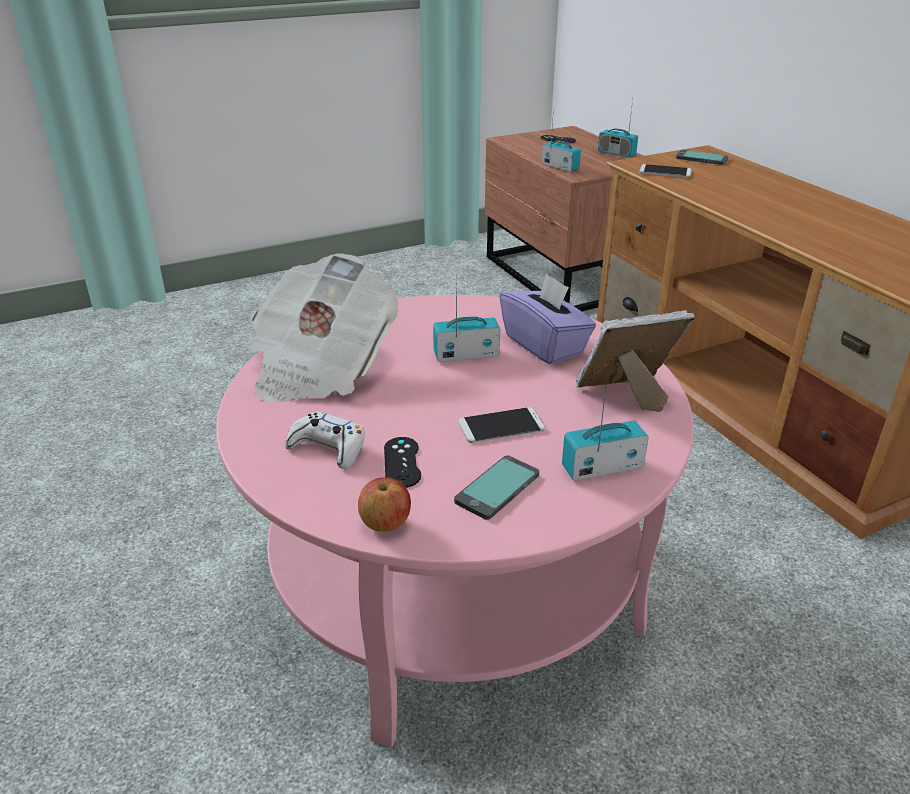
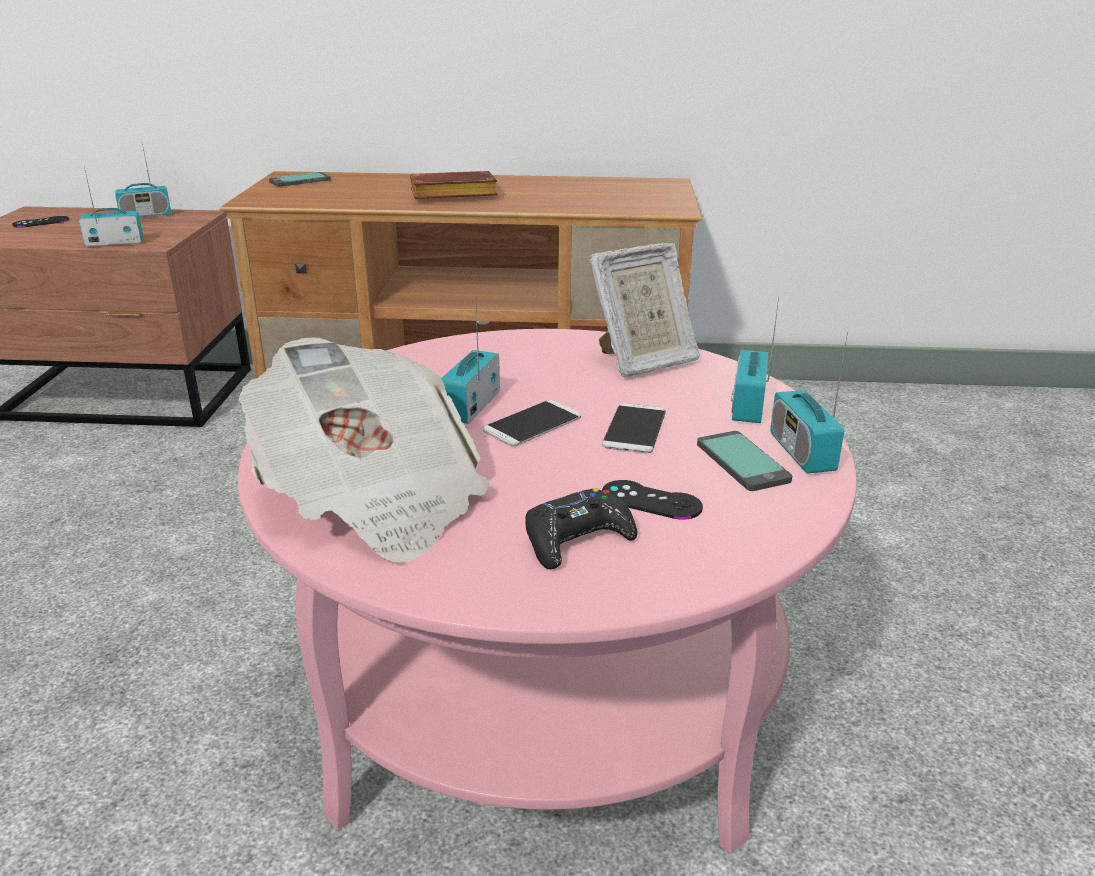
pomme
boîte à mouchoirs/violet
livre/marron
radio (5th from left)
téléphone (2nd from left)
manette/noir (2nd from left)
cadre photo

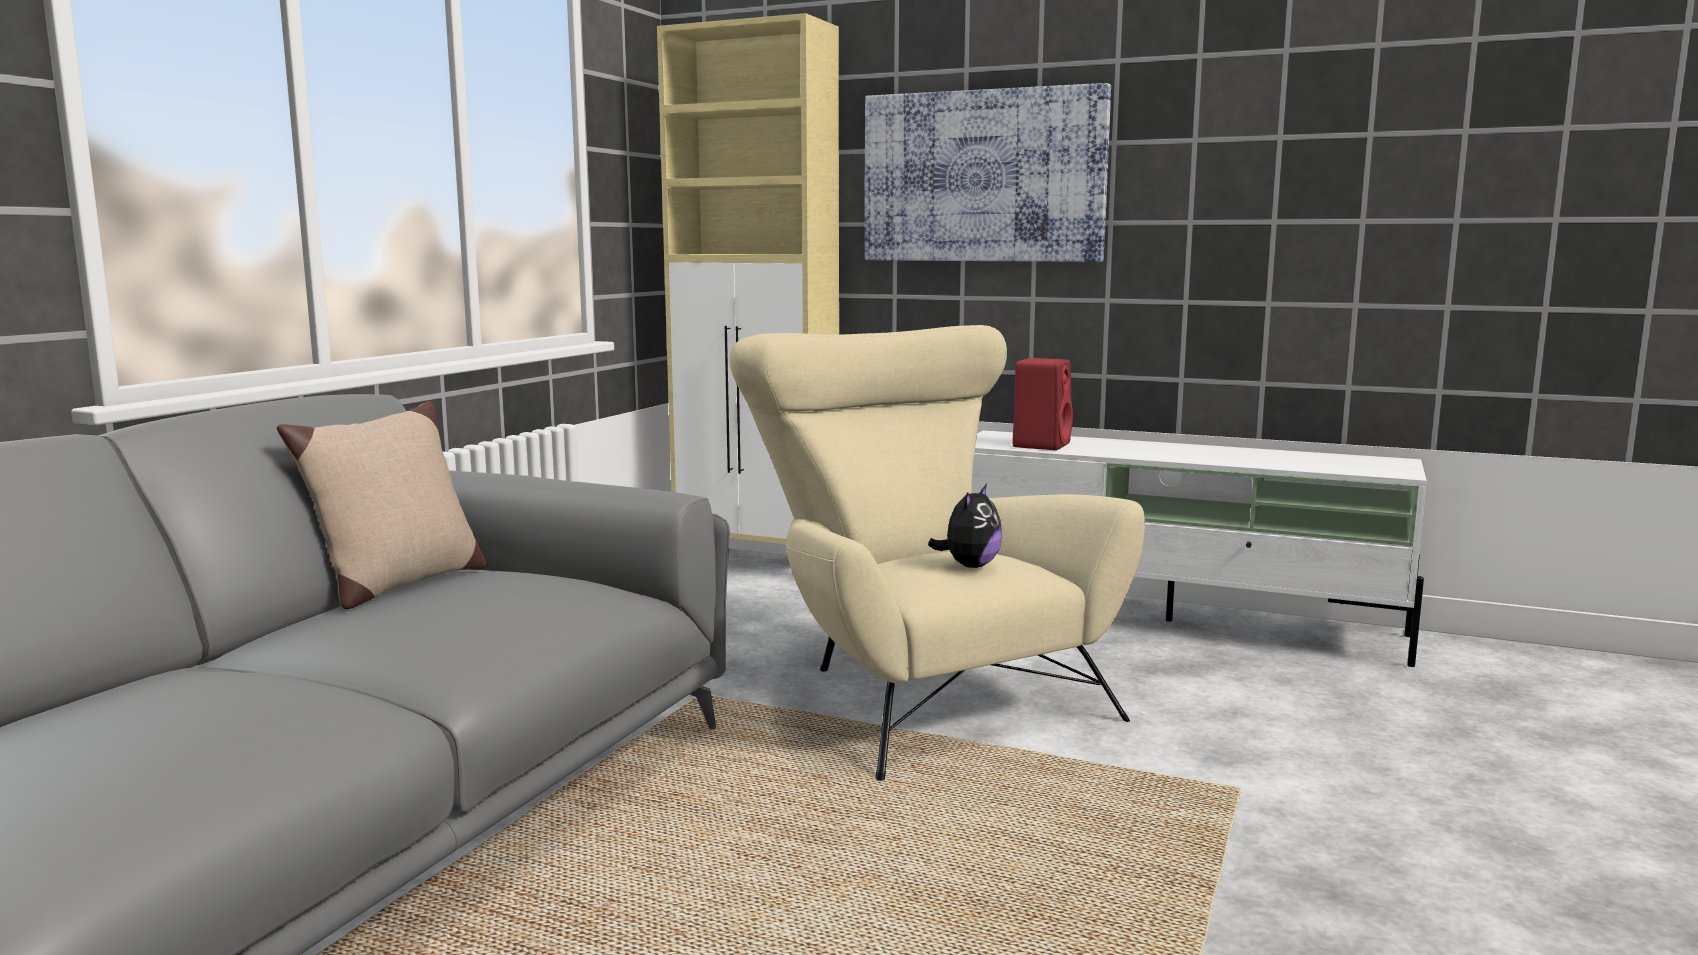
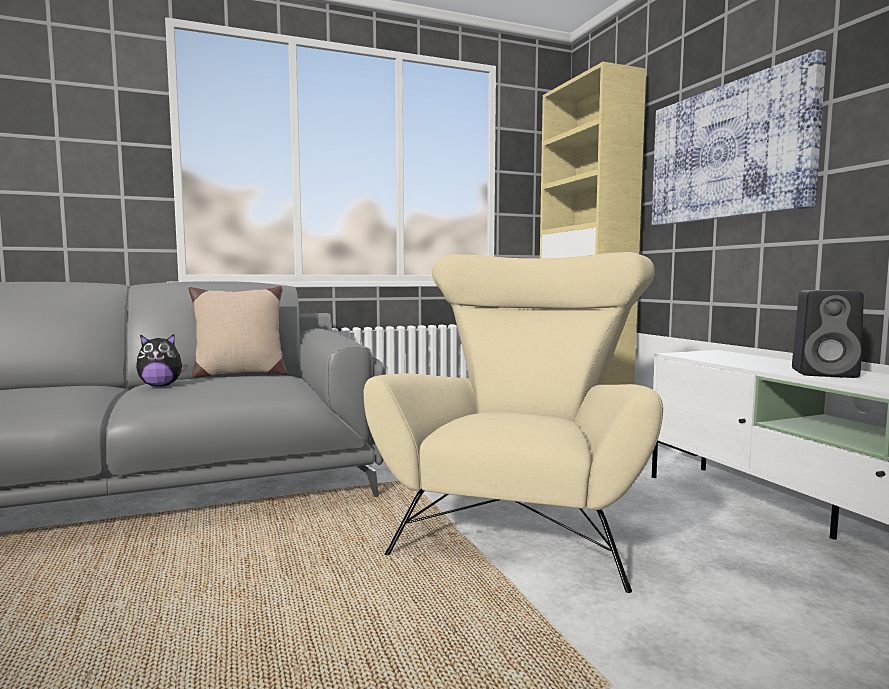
enceinte/rouge
enceinte/noir
peluche

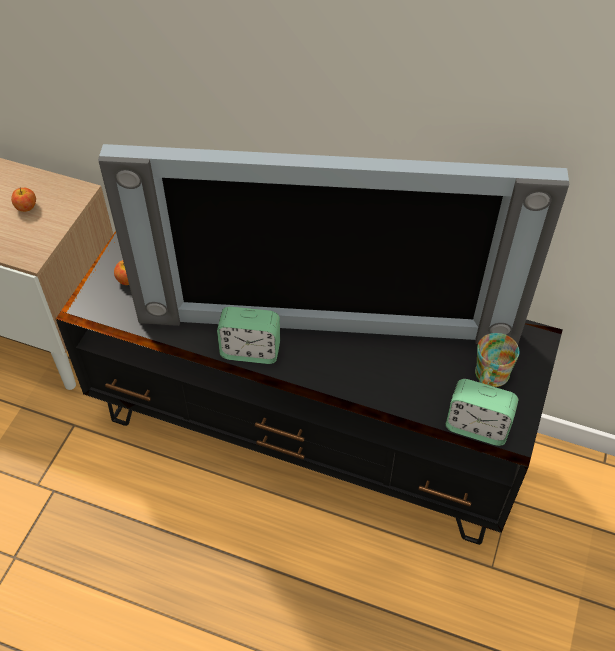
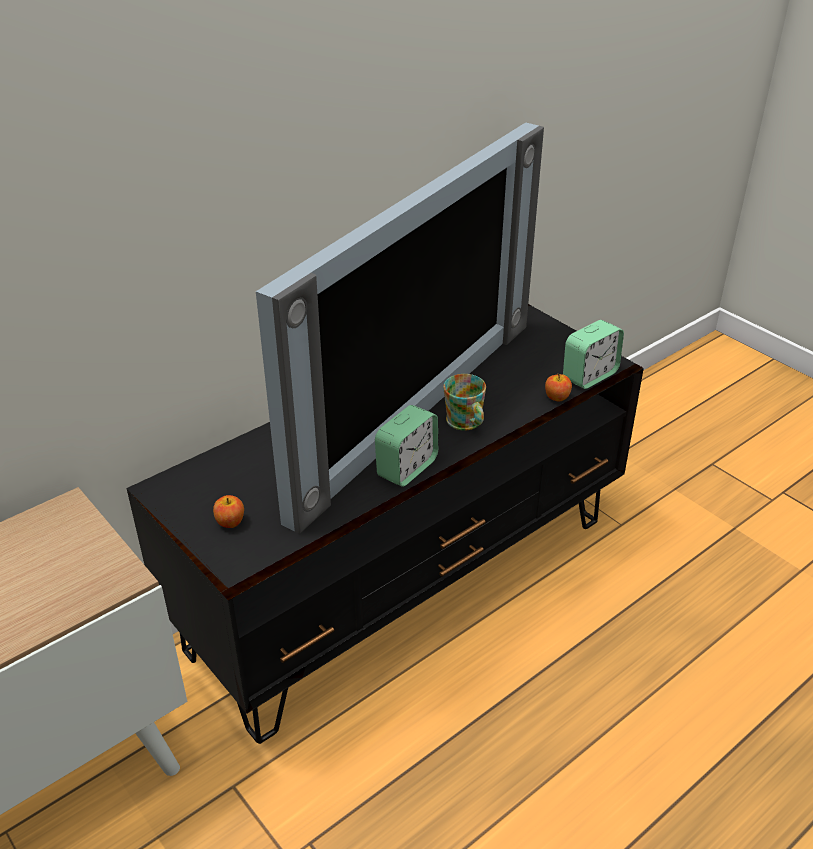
pomme (2nd from left)
mug

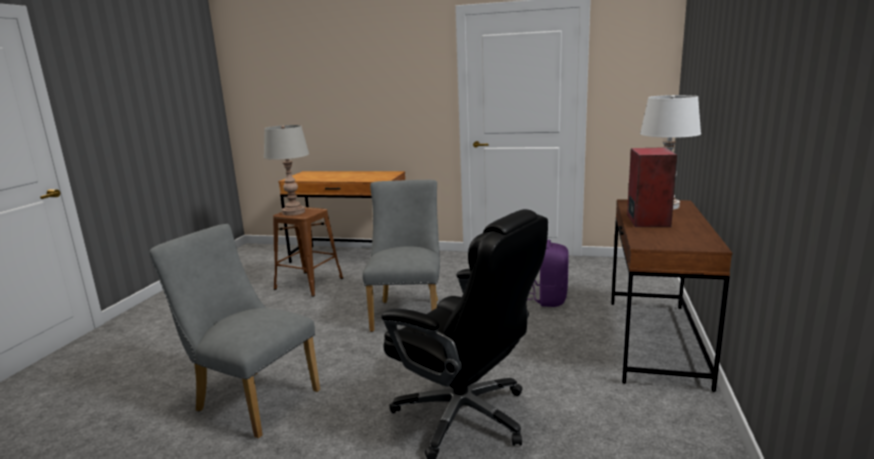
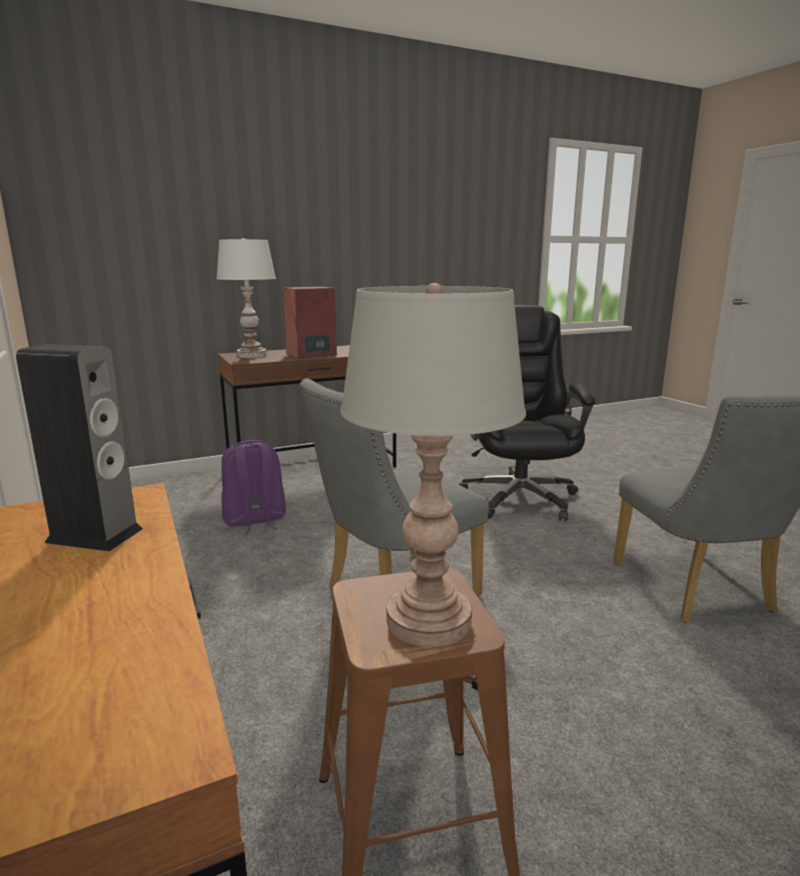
enceinte (1st from left)

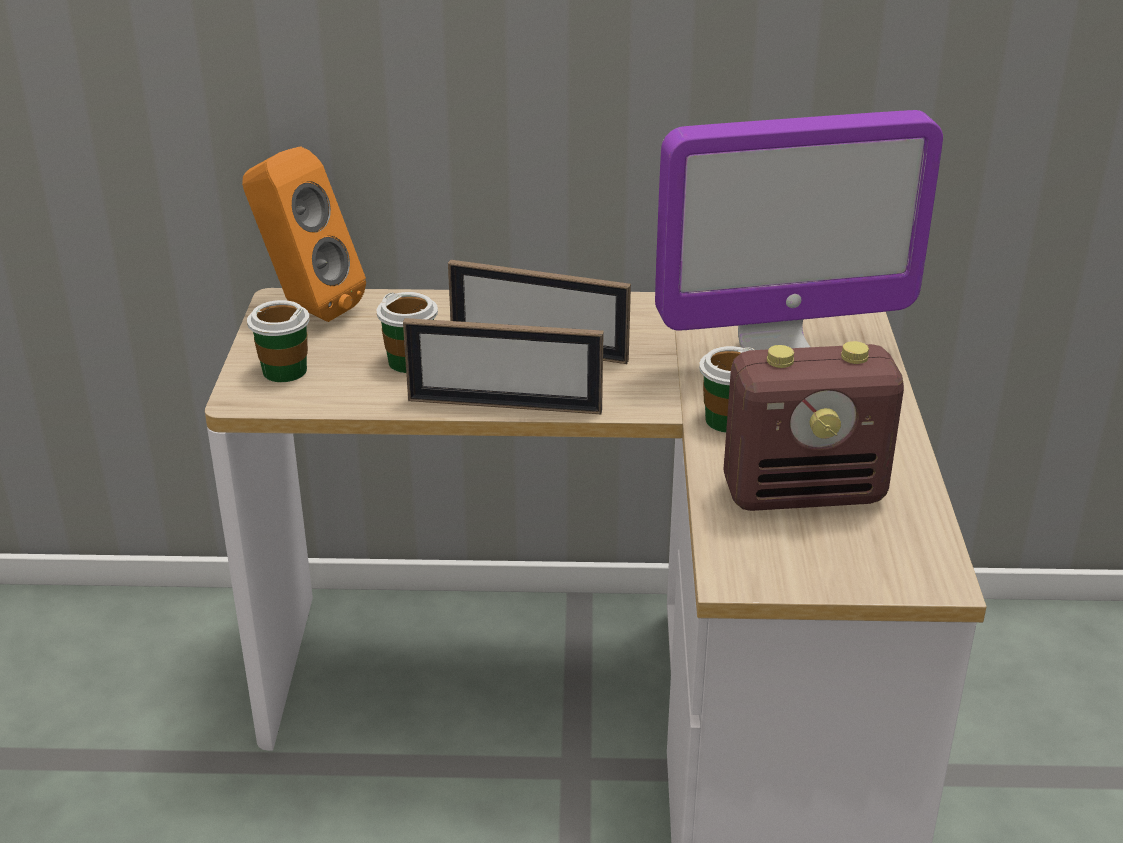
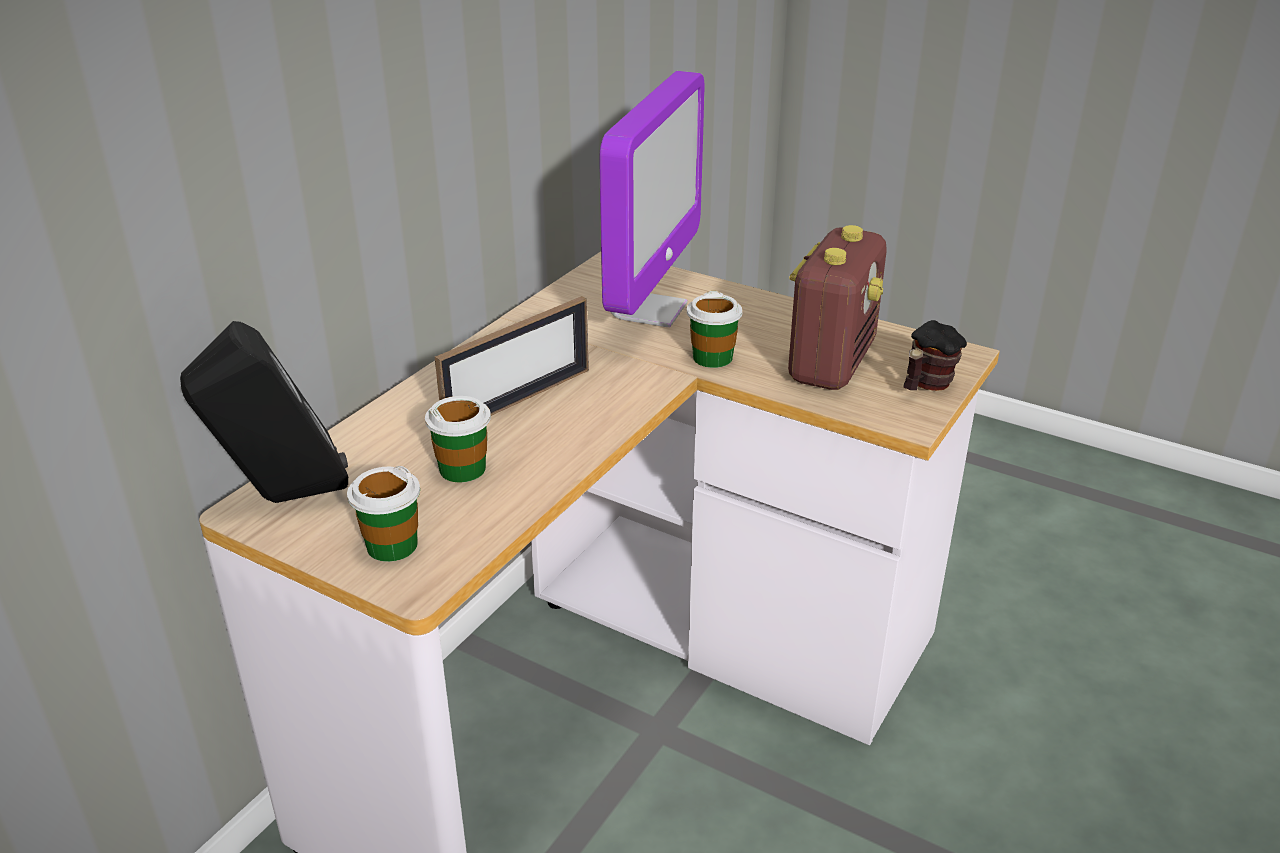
cadre photo (1st from left in the first image)
mug
enceinte/noir

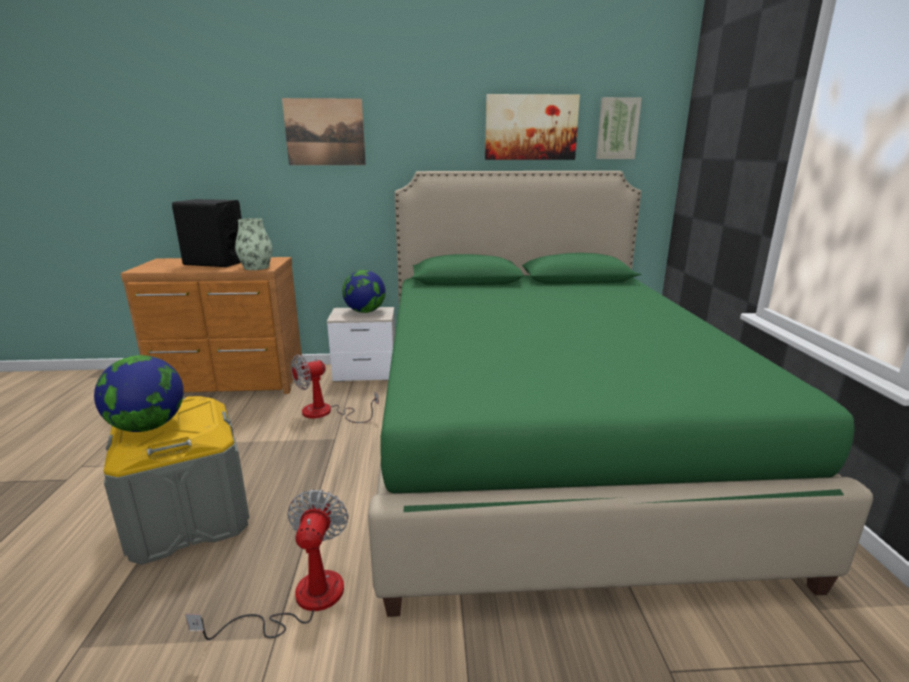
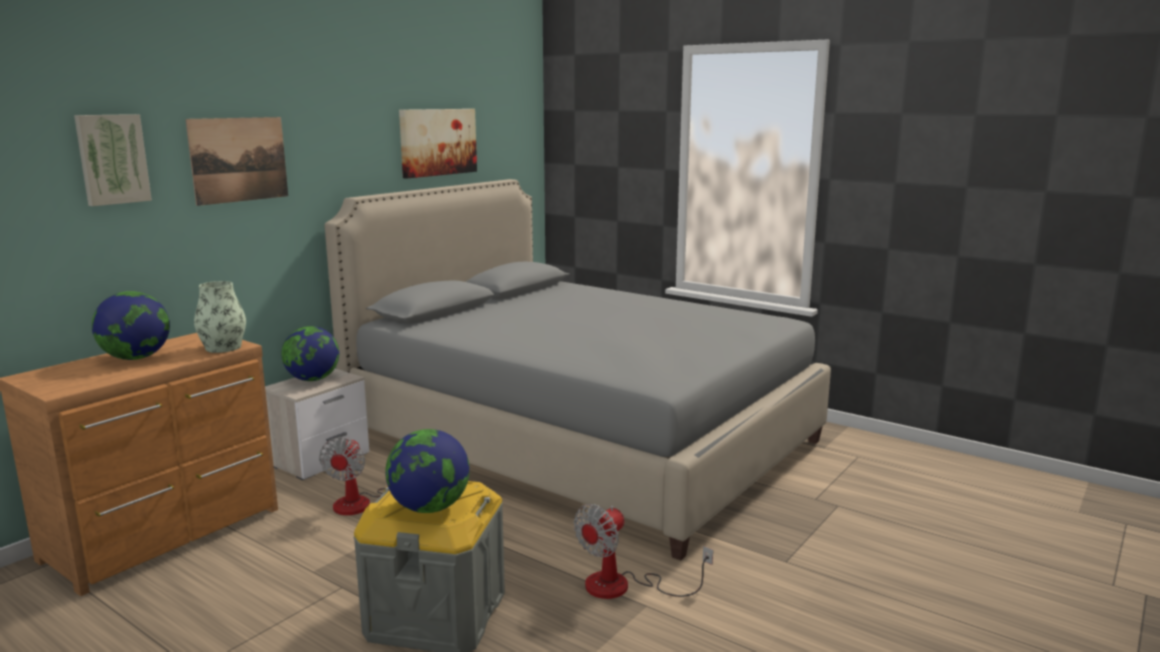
tableau (1st from left)
globe (1st from left)
lit/gris
ventilateur (2nd from left)

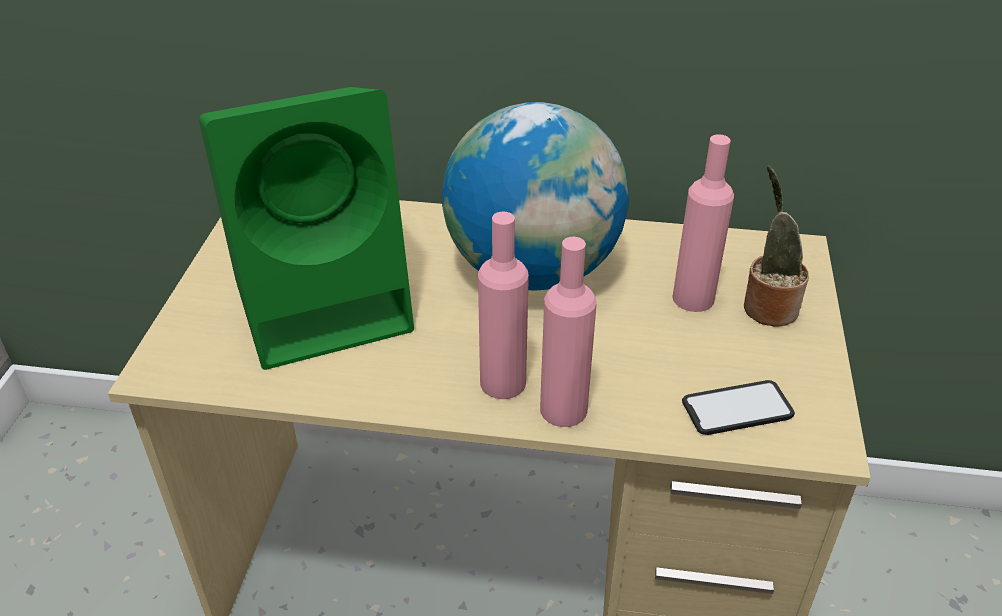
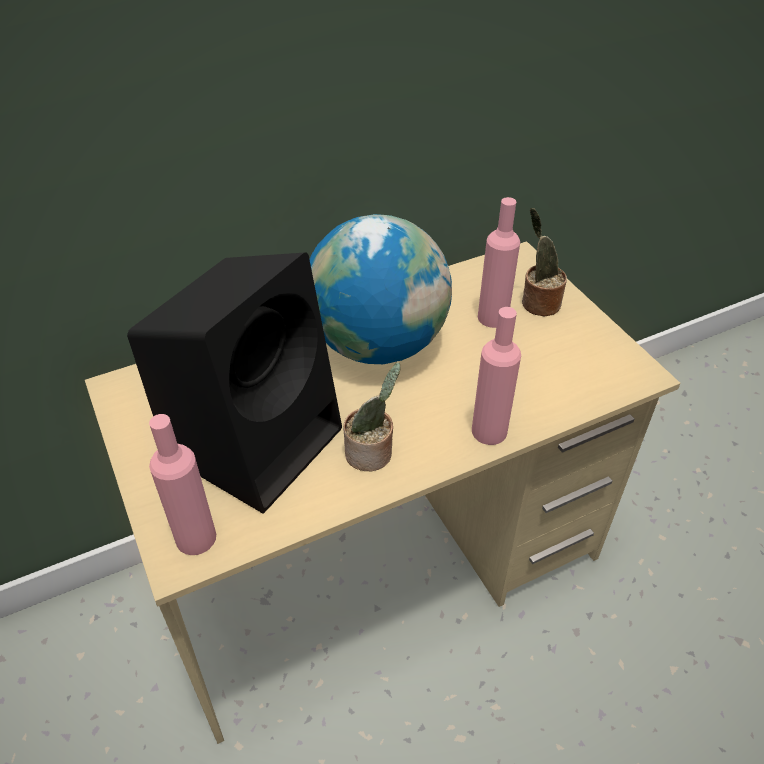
téléphone
plante en pot (1st from left)
bouteille/rose (1st from left)
enceinte/noir

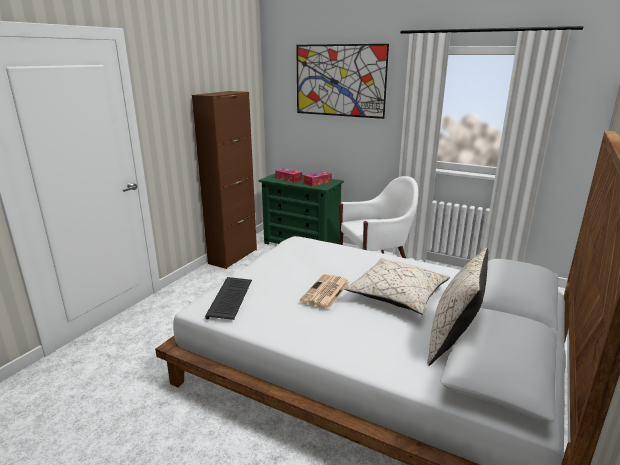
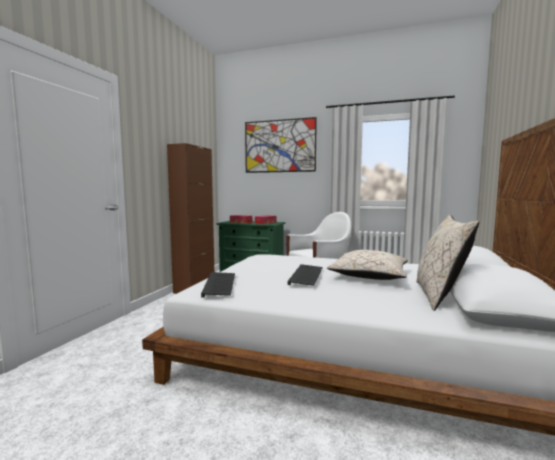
clavier (2nd from left)

